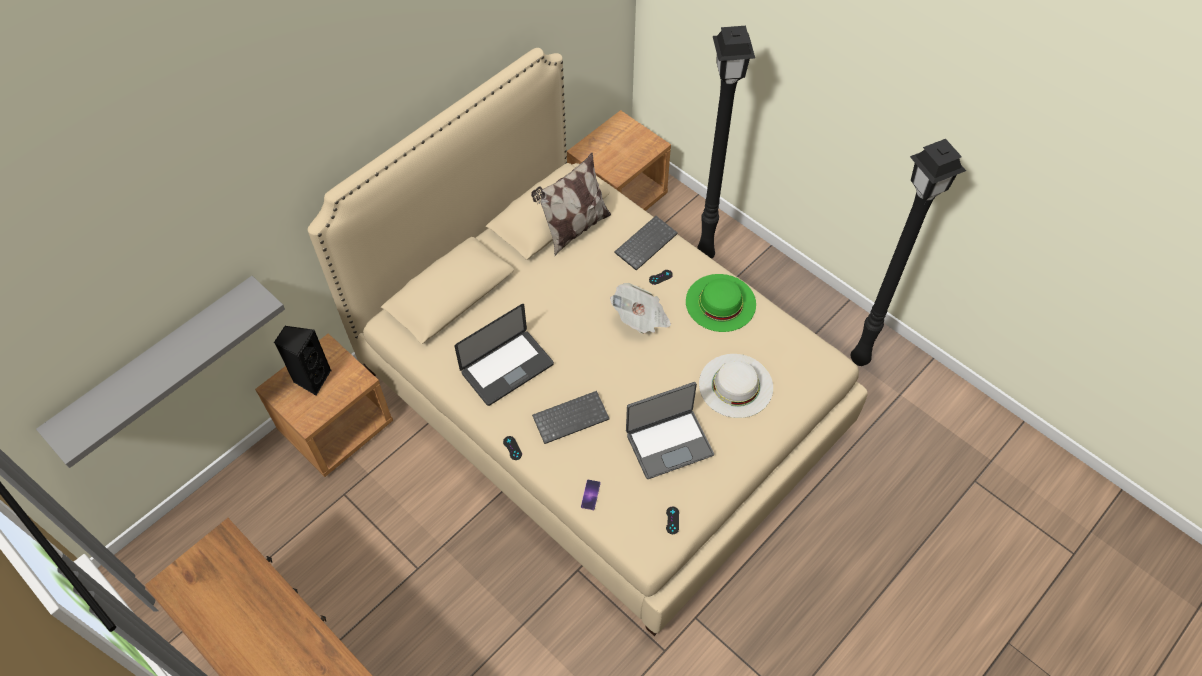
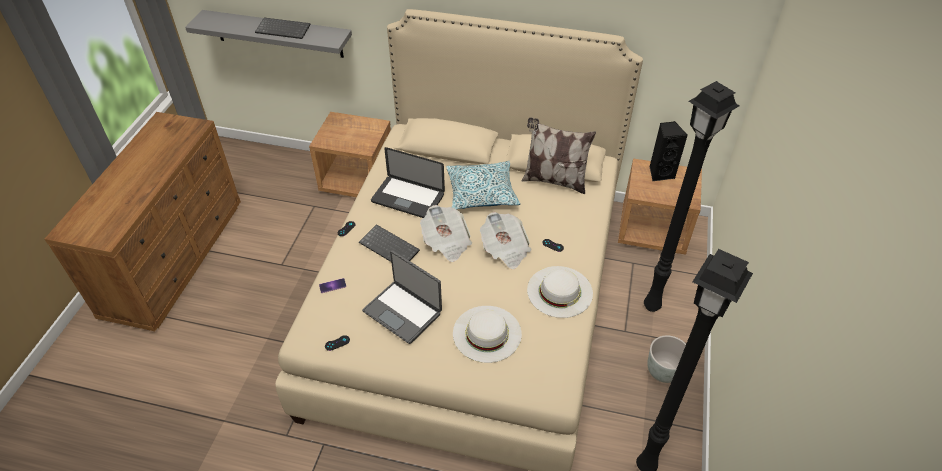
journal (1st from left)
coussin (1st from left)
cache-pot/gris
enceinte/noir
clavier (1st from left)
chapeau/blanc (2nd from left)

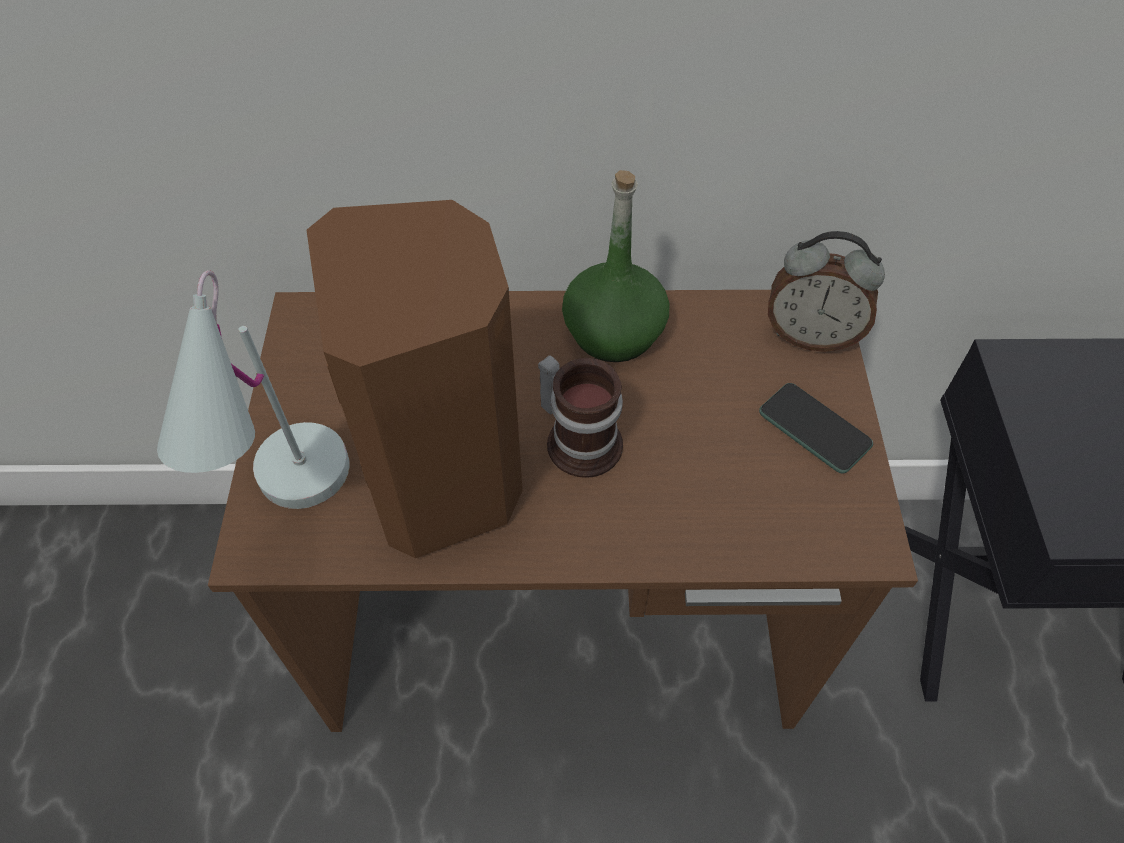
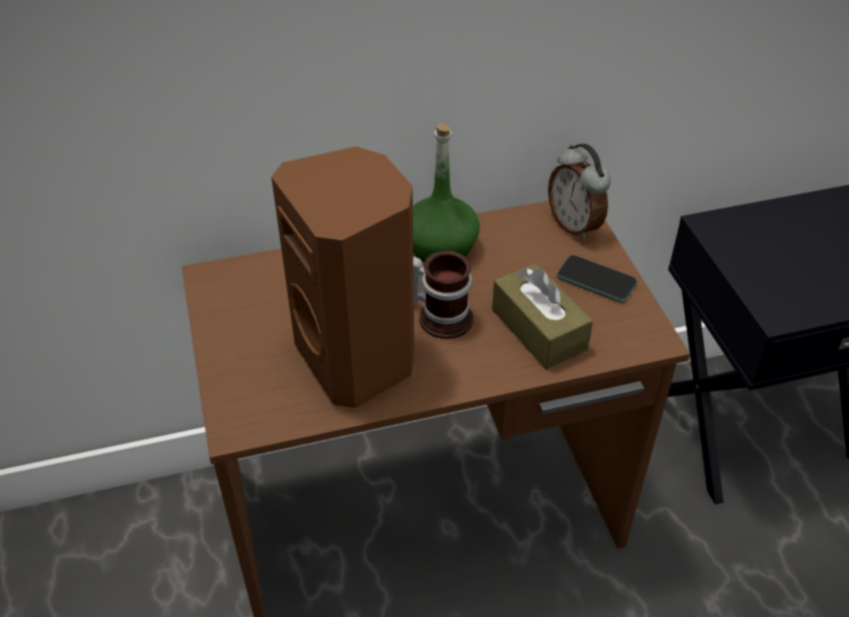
lampe de table/blanc
boîte à mouchoirs/marron
réveil

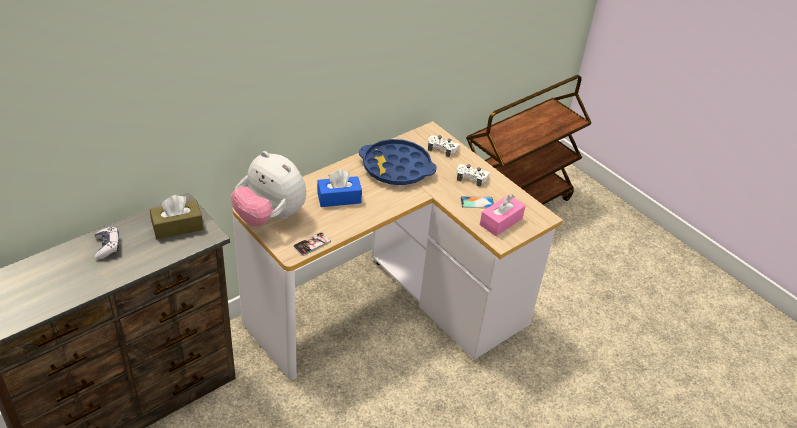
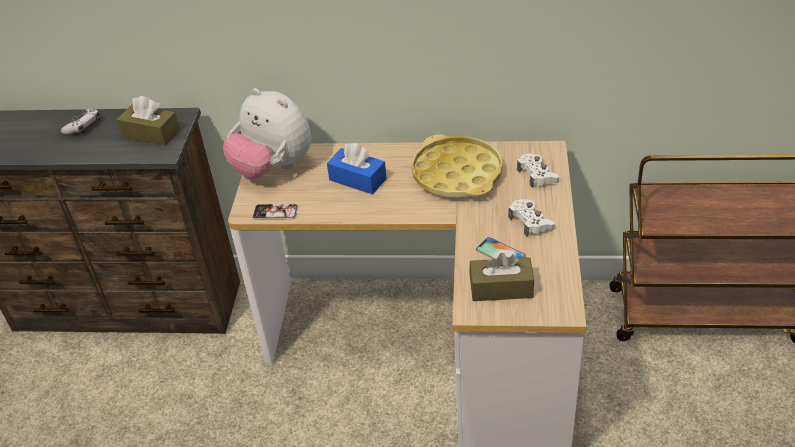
plateau/jaune
boîte à mouchoirs/marron (2nd from left)
peluche

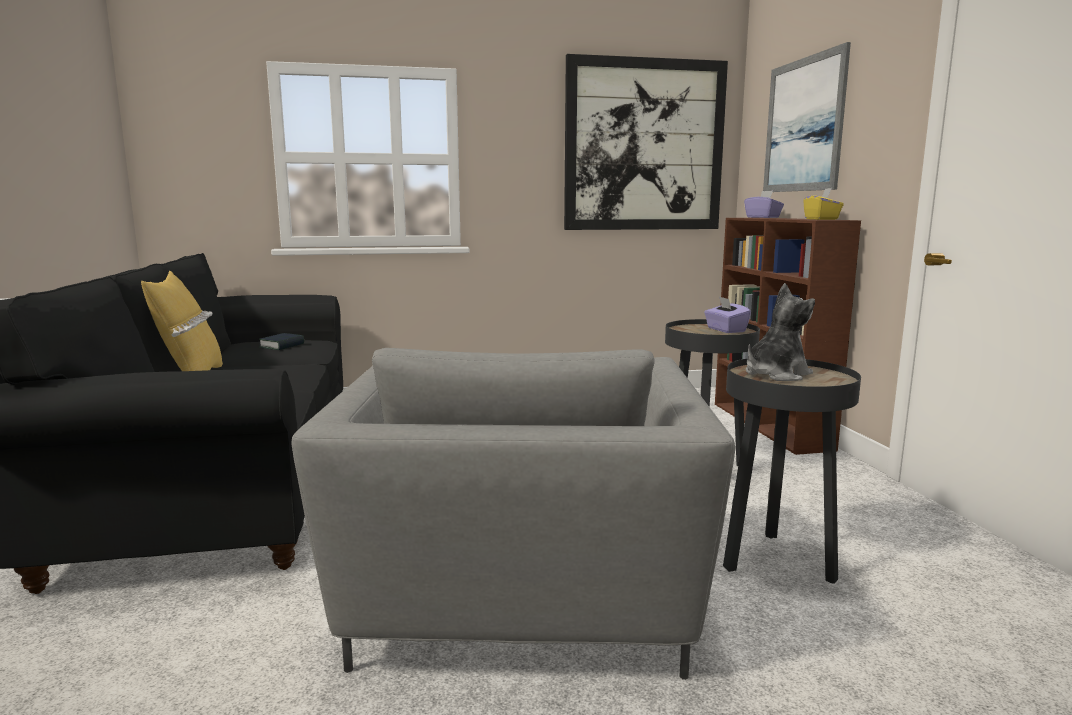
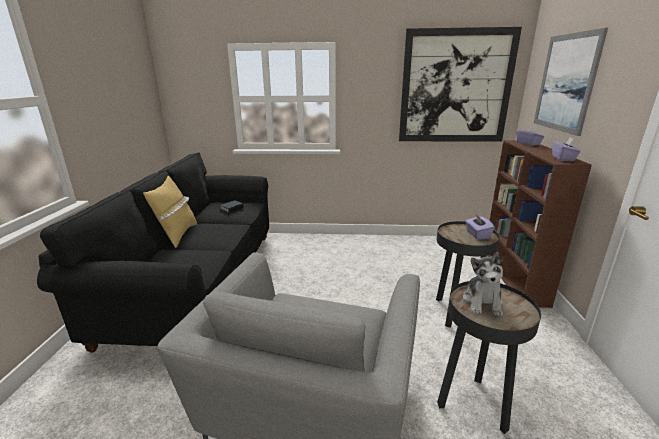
boîte à mouchoirs/violet (3rd from left)
peluche

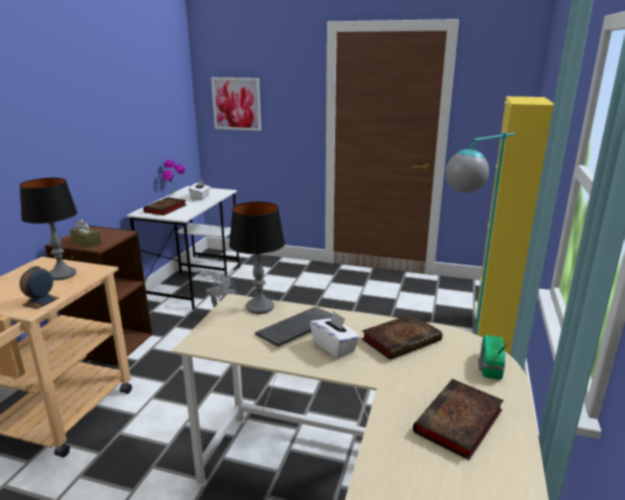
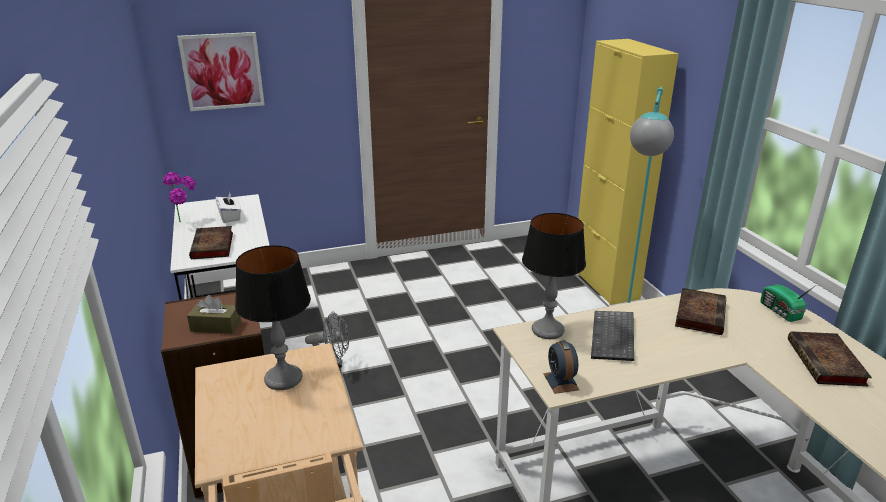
boîte à mouchoirs/blanc (2nd from left in the first image)
réveil

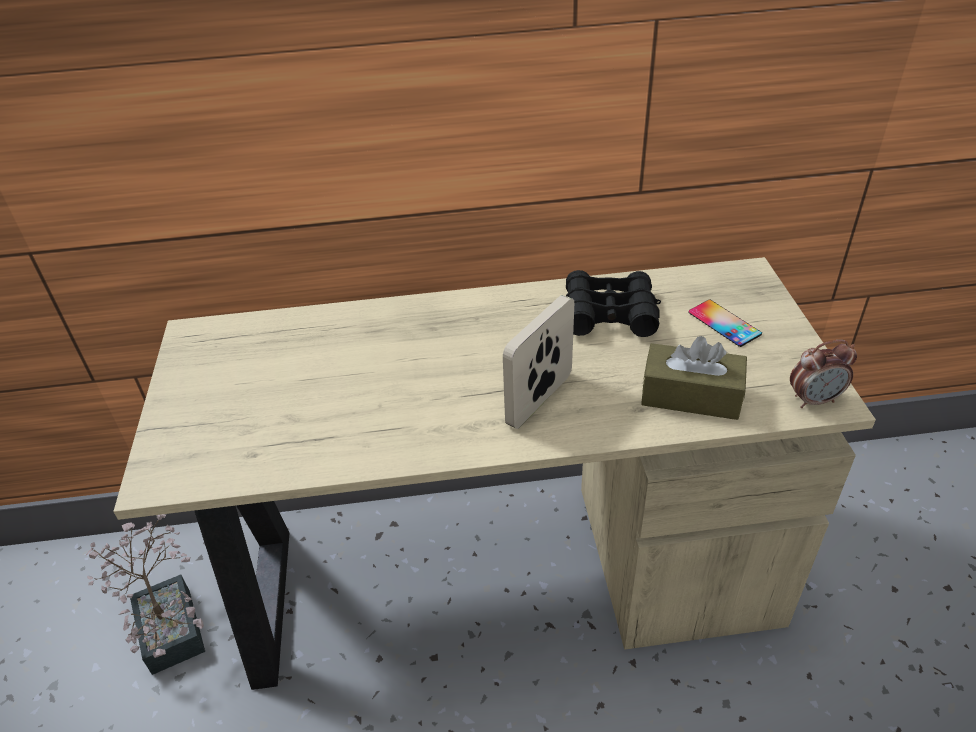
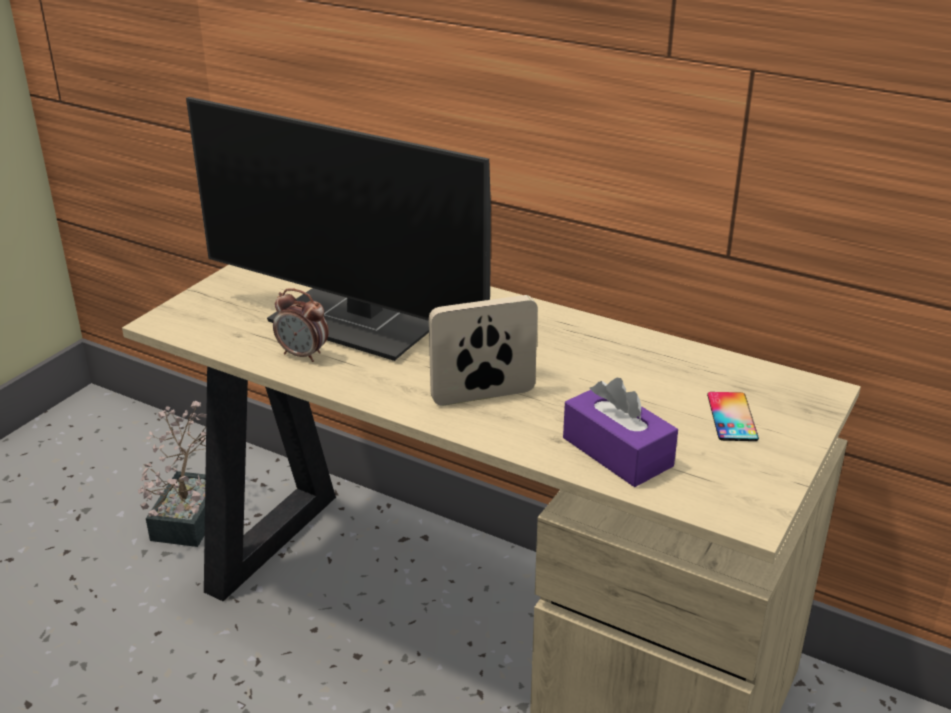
jumelles/noir
écran d'ordinateur
réveil
boîte à mouchoirs/violet

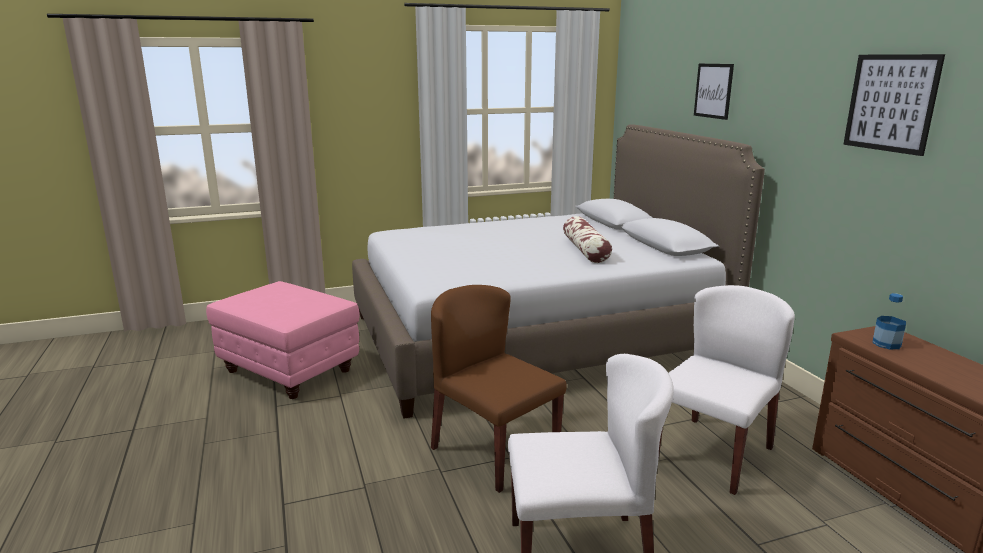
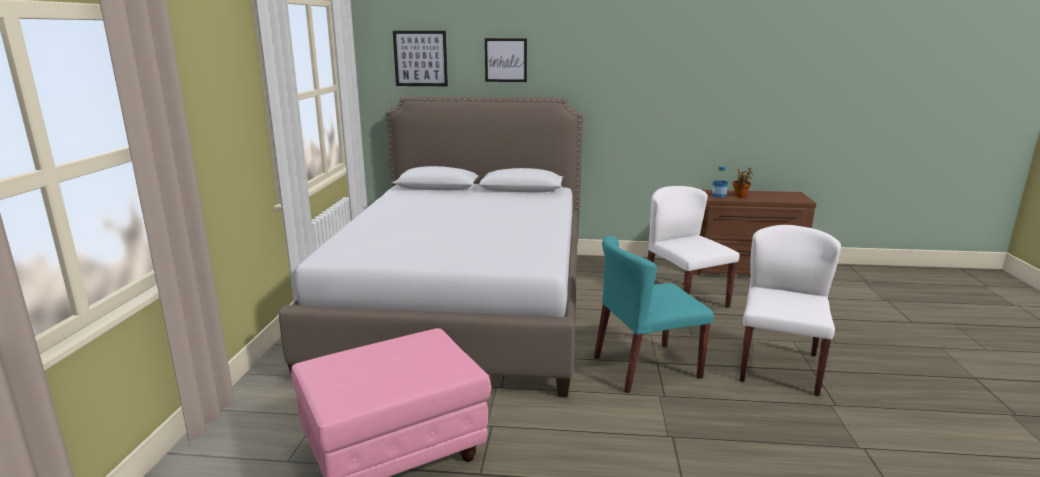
coussin
plante en pot
tableau (1st from left)
chaise/turquoise

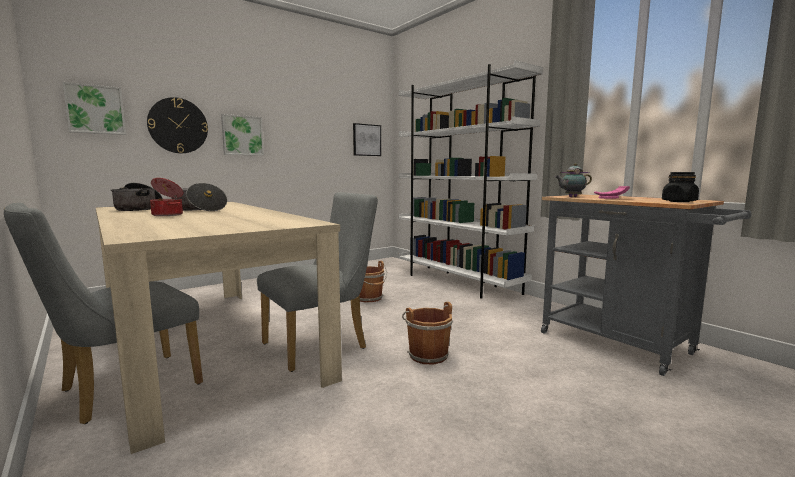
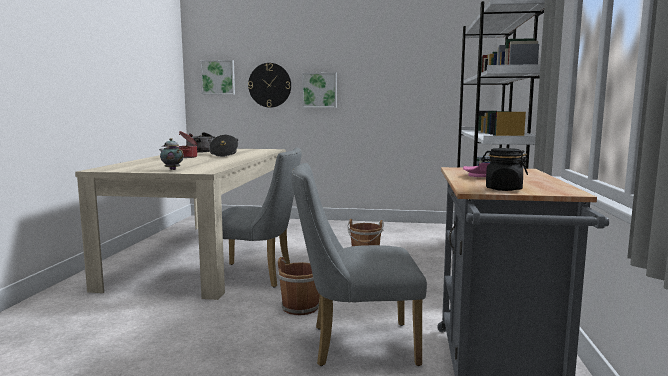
tableau (3rd from left in the first image)
chaise/gris (2nd from left)
théière

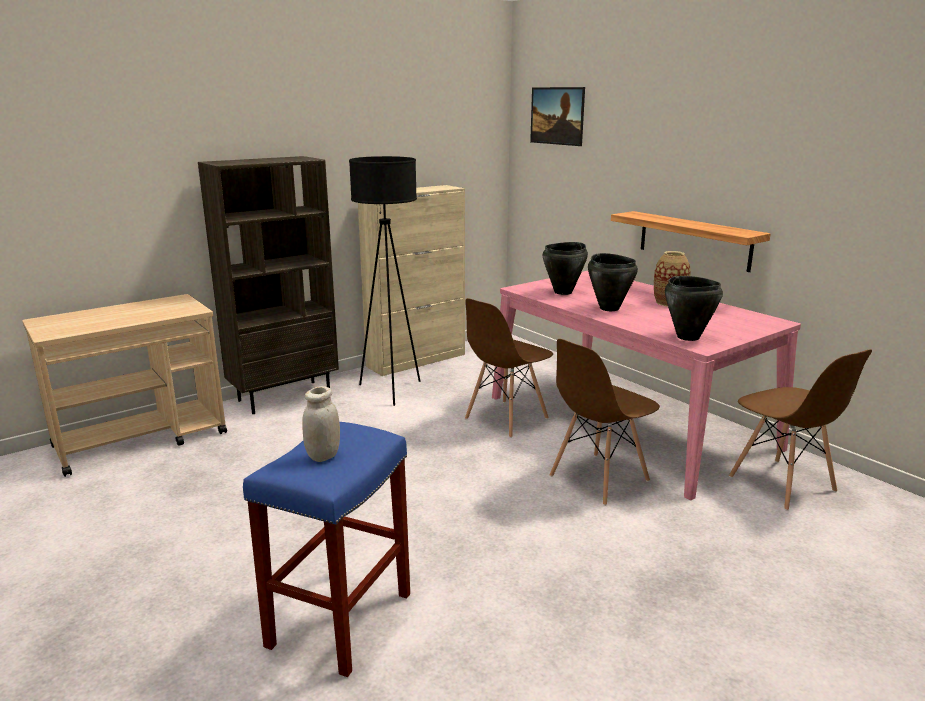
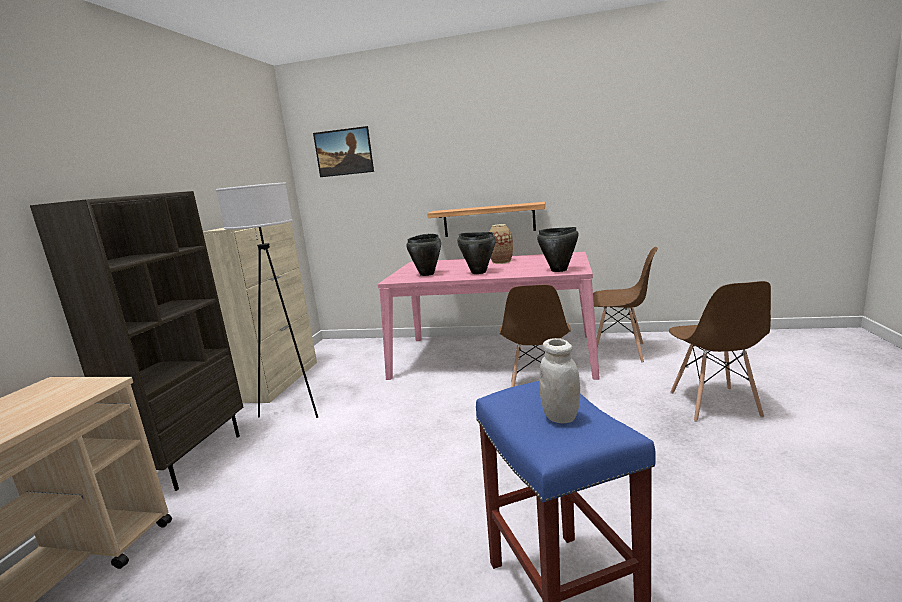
chaise/marron (3rd from left)
lampadaire/blanc

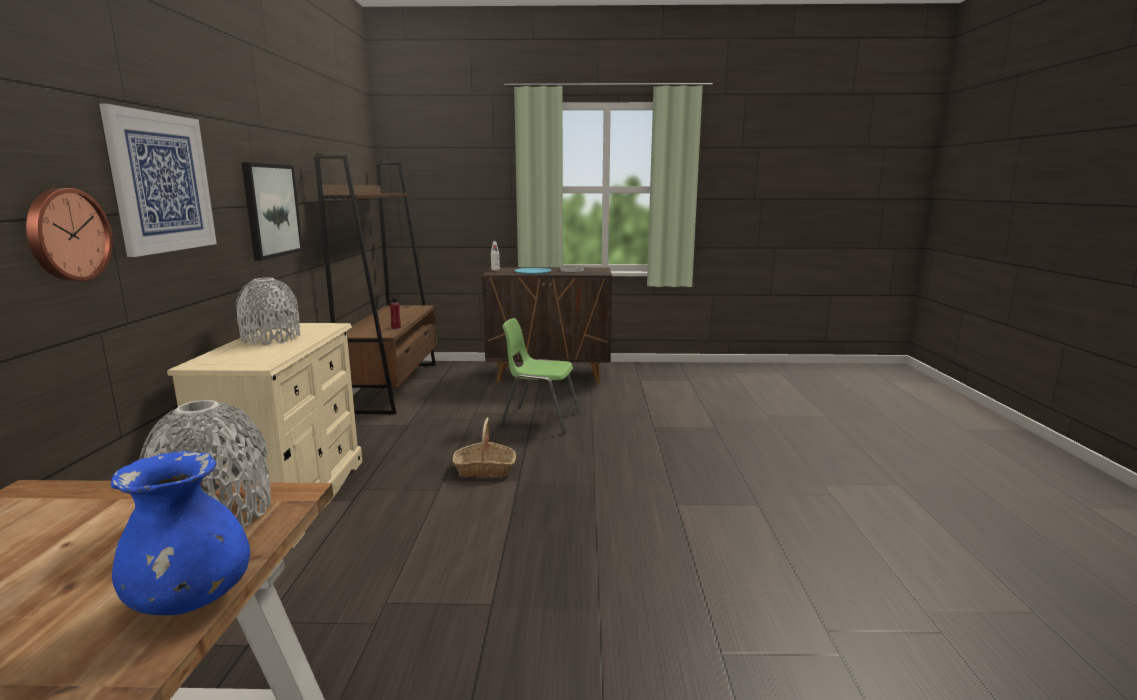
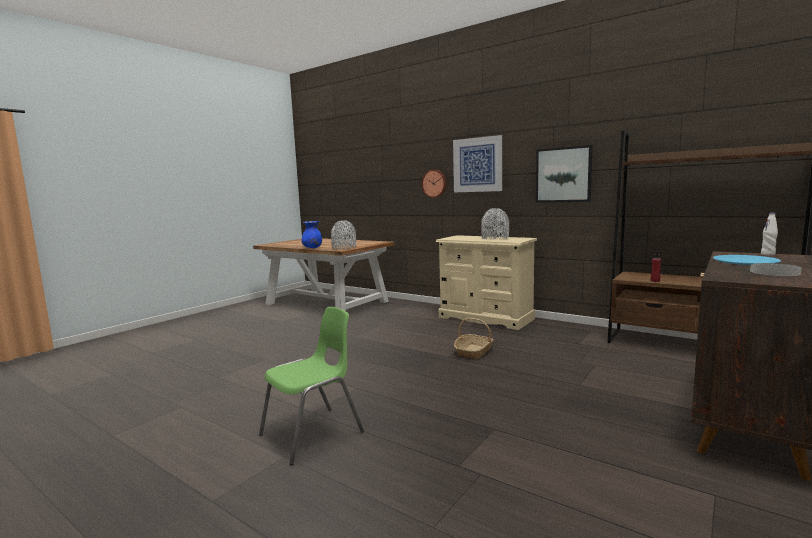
chaise/vert

